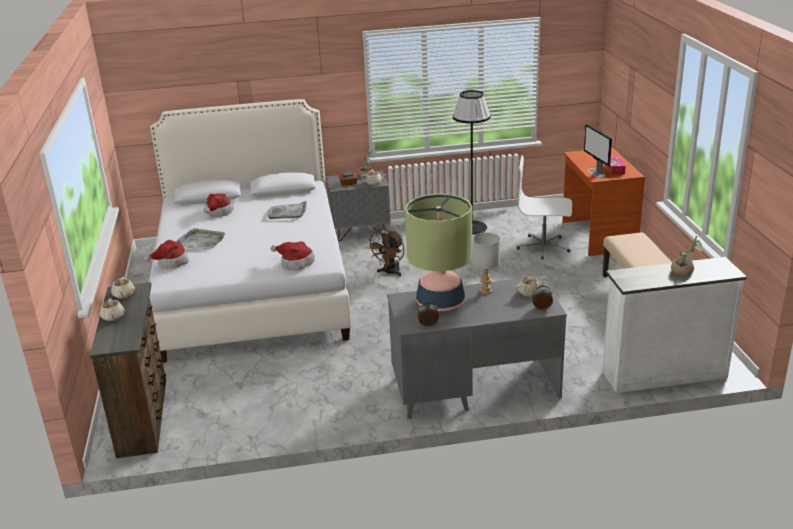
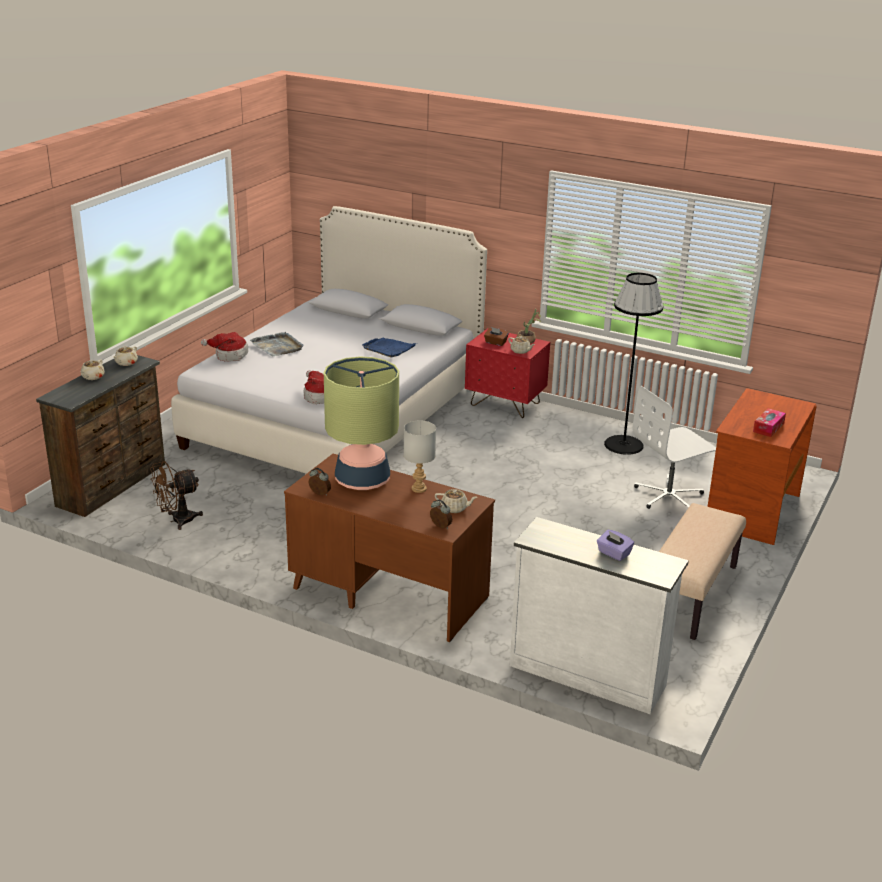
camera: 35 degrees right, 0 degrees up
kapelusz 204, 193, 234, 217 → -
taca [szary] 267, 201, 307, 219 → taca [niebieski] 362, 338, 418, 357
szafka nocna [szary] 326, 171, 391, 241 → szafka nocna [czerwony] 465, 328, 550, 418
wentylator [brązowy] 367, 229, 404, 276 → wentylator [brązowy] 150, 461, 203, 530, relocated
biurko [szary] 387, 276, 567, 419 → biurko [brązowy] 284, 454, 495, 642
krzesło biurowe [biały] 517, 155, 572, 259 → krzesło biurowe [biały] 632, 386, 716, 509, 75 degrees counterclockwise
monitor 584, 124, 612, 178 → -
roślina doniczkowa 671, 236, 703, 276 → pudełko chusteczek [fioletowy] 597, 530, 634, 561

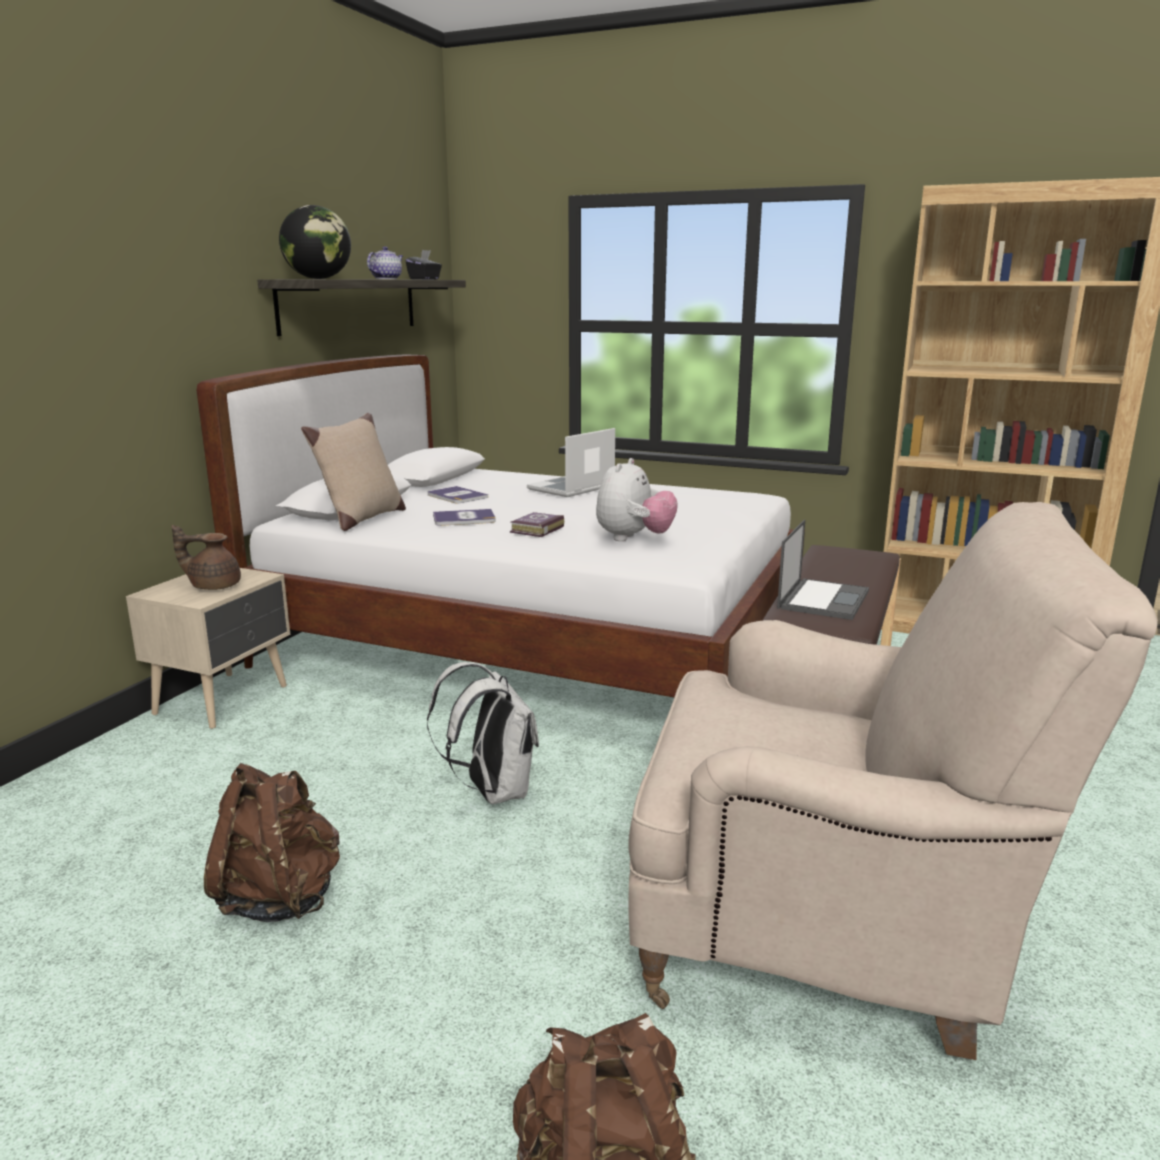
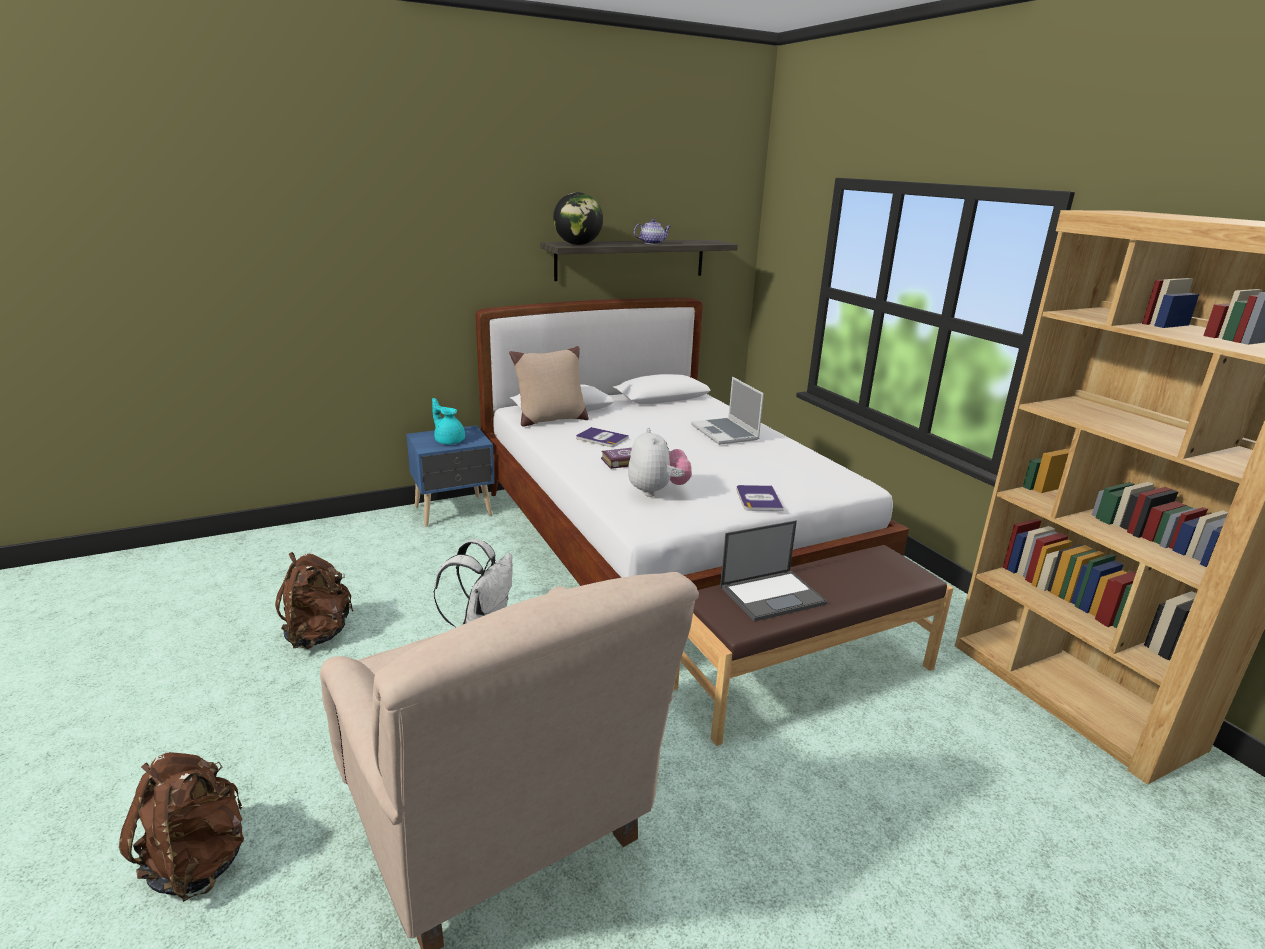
camera: 40 degrees right, 5 degrees up
szafka nocna [beżowy] 126, 568, 290, 729 → szafka nocna [niebieski] 406, 425, 495, 526
imbryk [brązowy] 171, 525, 241, 590 → imbryk [turkusowy] 432, 398, 465, 444
pudełko chusteczek [czarny] 406, 250, 442, 280 → -
książka 428, 486, 488, 504 → książka 736, 485, 784, 511, relocated
laptop 527, 428, 615, 497 → laptop 691, 377, 764, 445, 105 degrees counterclockwise
pluszak 596, 458, 678, 541 → pluszak 628, 427, 692, 497, 75 degrees counterclockwise

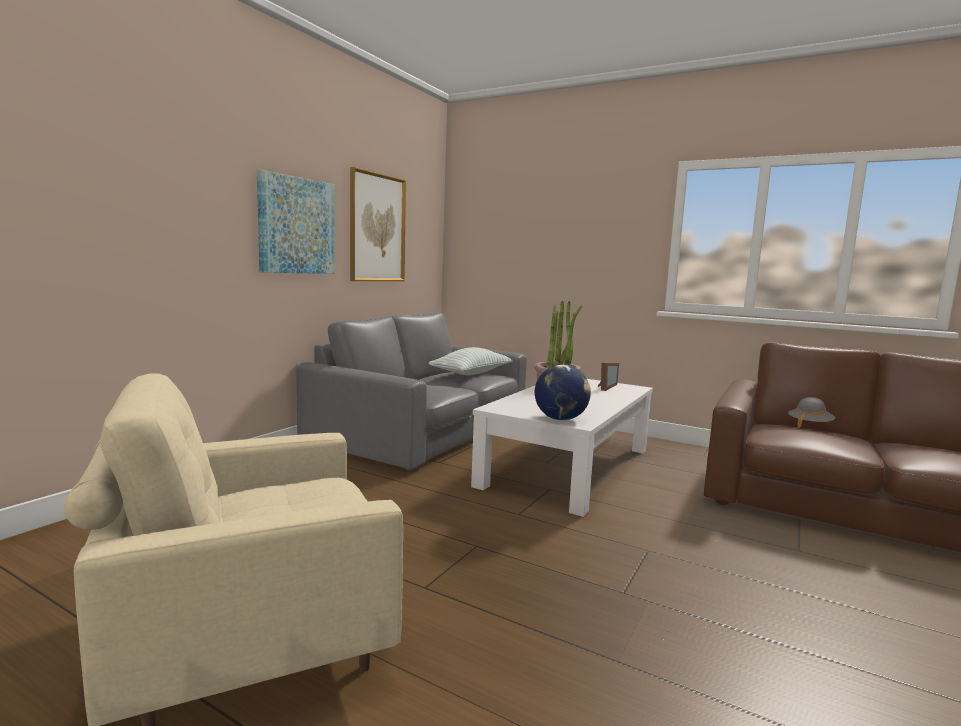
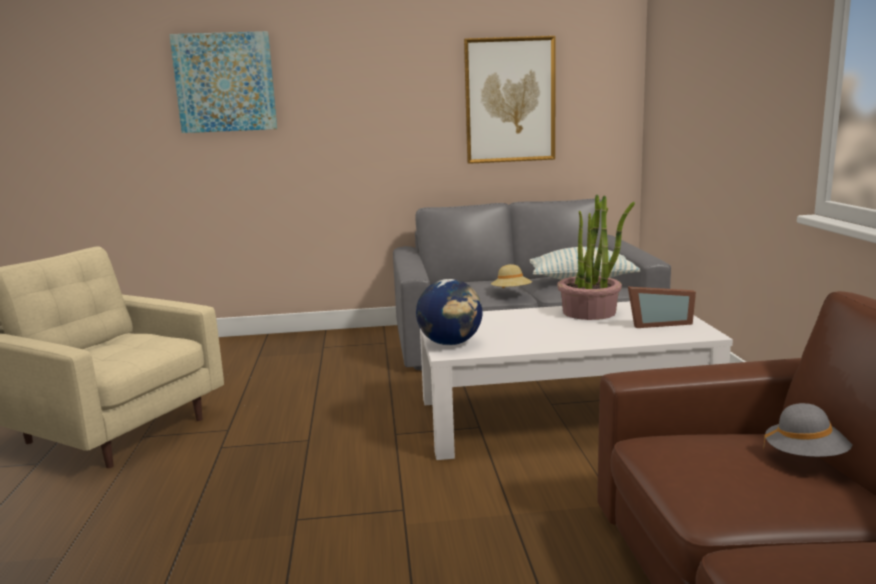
camera: 55 degrees right, 5 degrees up
obraz 257, 170, 335, 274 → obraz 169, 31, 277, 133, relocated
- → kapelusz [beżowy] 491, 264, 532, 288

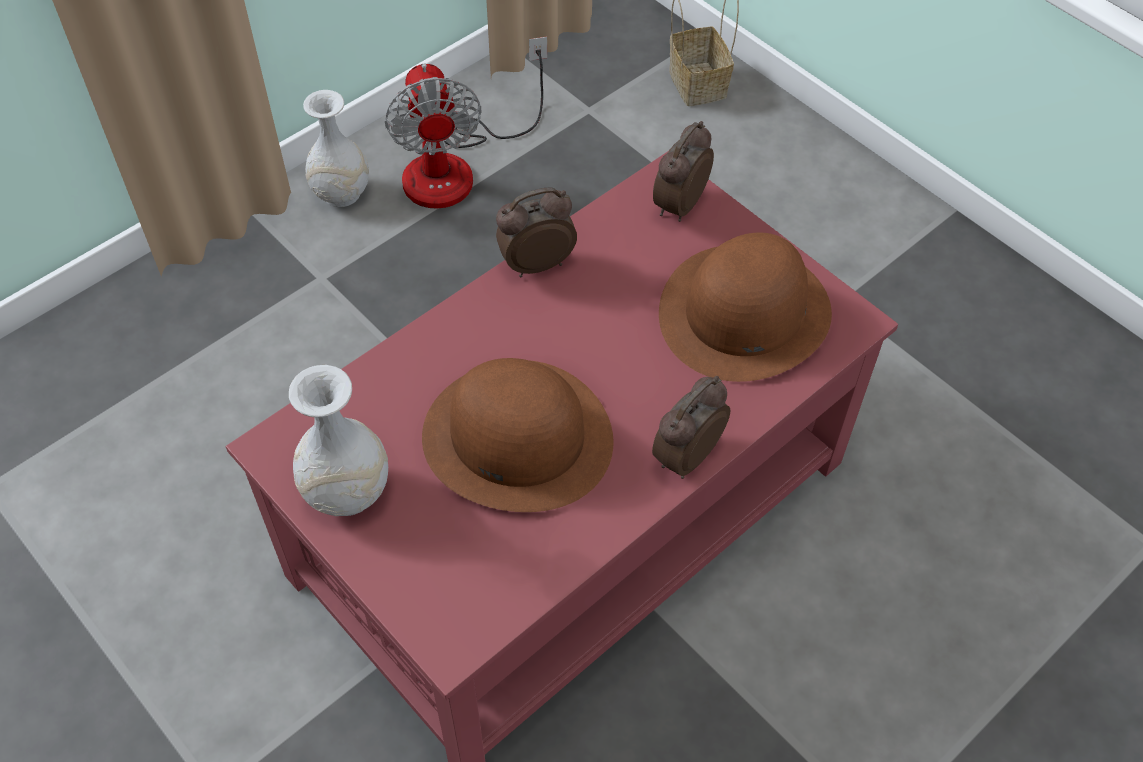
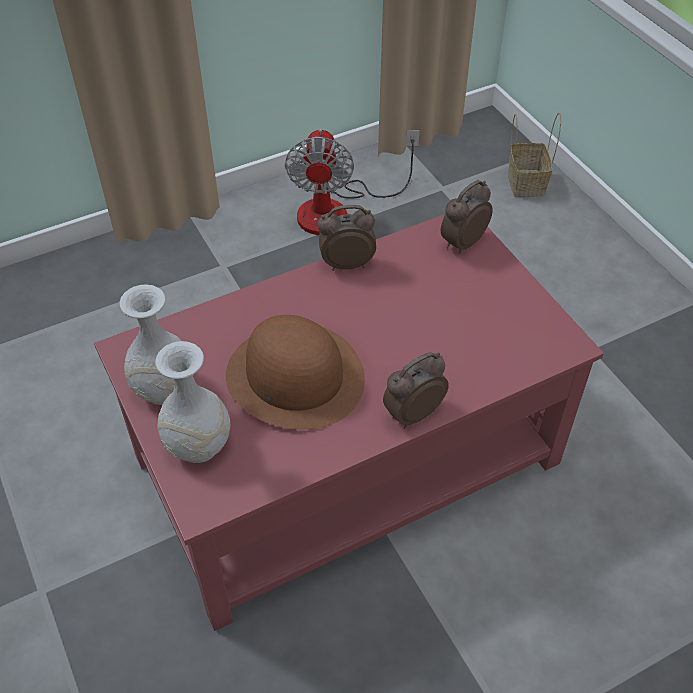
camera: 15 degrees right, 5 degrees down
wazon [biały] 303, 90, 369, 207 → wazon [biały] 155, 341, 230, 463, relocated
kapelusz [brązowy] 659, 232, 832, 382 → -

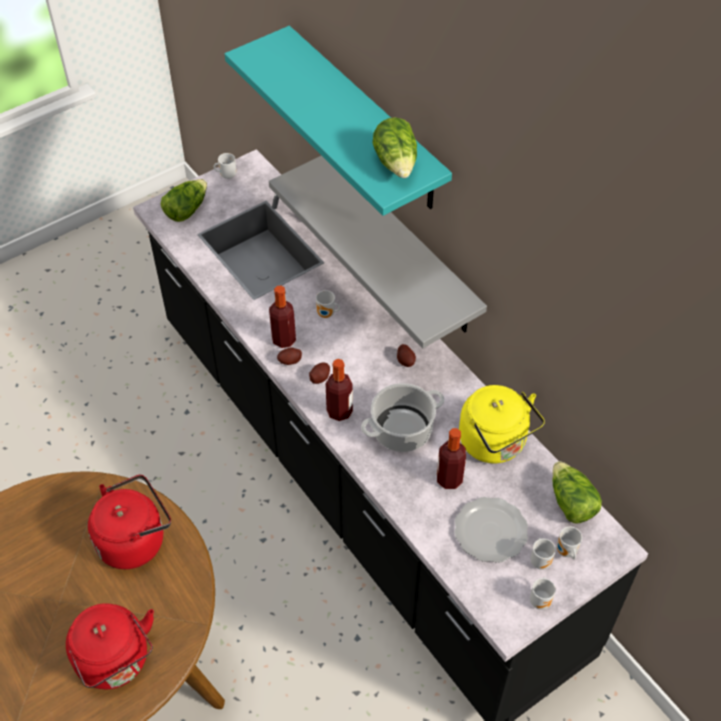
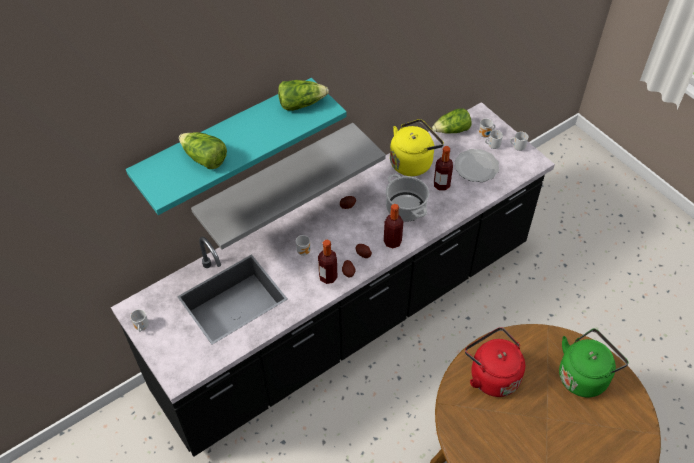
camera: 90 degrees left, 0 degrees up
czajnik [czerwony] 66, 603, 154, 689 → czajnik [zielony] 559, 328, 629, 397
sałata 161, 179, 207, 222 → sałata 179, 132, 227, 169, relocated

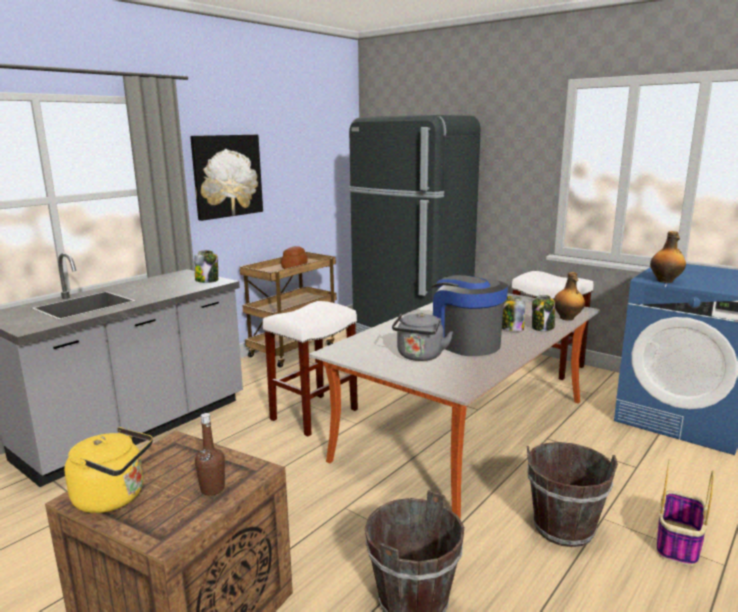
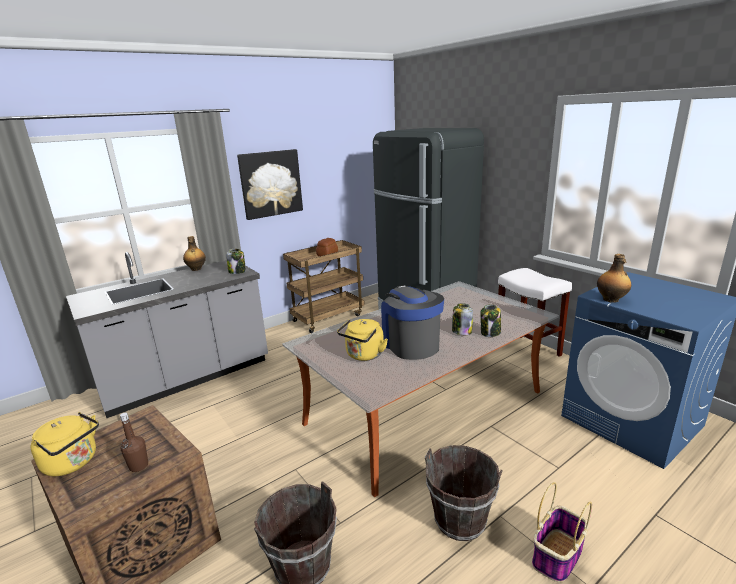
camera: 15 degrees right, 5 degrees up
stołek [biały] 263, 301, 358, 436 → -
czajnik [szary] 392, 313, 453, 361 → czajnik [żółty] 337, 319, 388, 361
butelka 554, 272, 585, 321 → butelka 183, 236, 206, 271, relocated

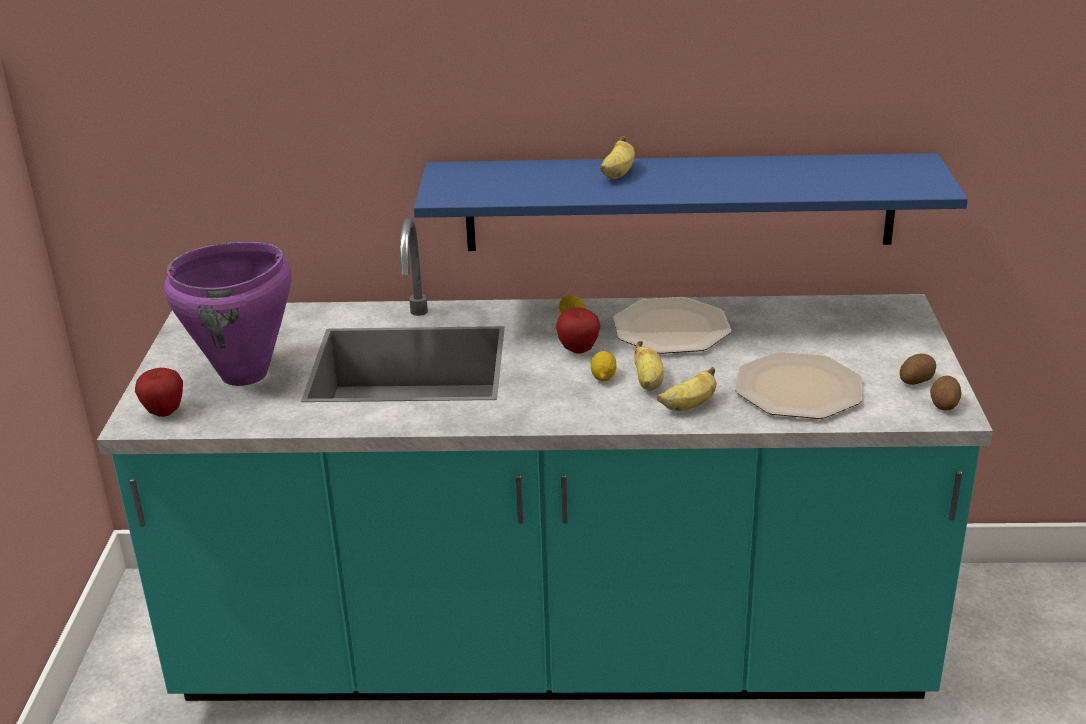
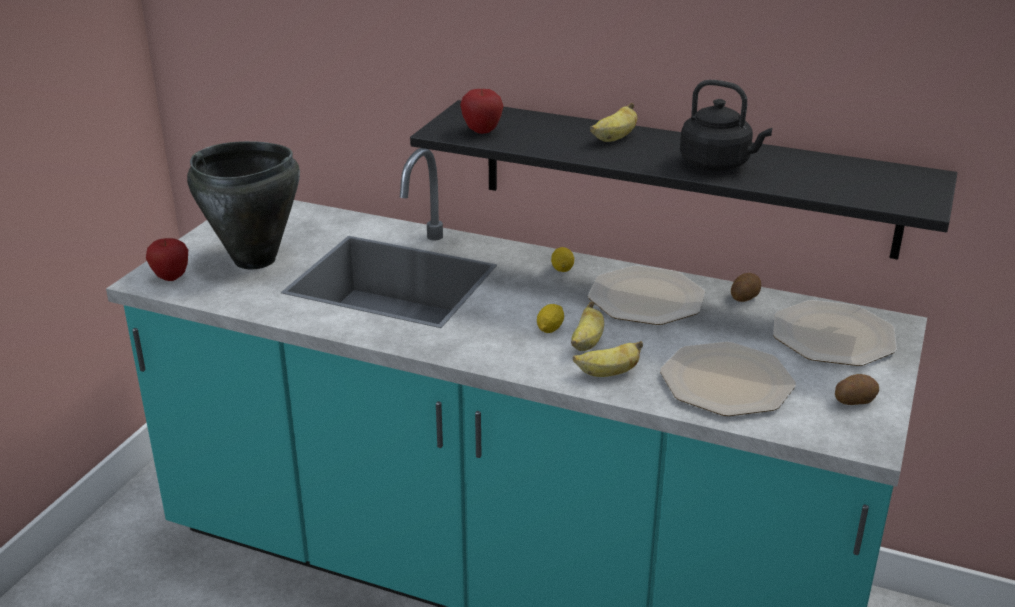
camera: 20 degrees right, 0 degrees up
garnek [fioletowy] 164, 242, 292, 386 → garnek [czarny] 187, 141, 300, 269
półka [niebieski] 414, 153, 968, 251 → półka [czarny] 410, 100, 957, 260
jabłko 556, 307, 600, 354 → jabłko 460, 89, 503, 134, relocated
ziemniak 930, 376, 962, 410 → ziemniak 731, 273, 761, 302, relocated
- → czajnik [czarny] 680, 80, 772, 171
- → talerz 773, 300, 897, 366

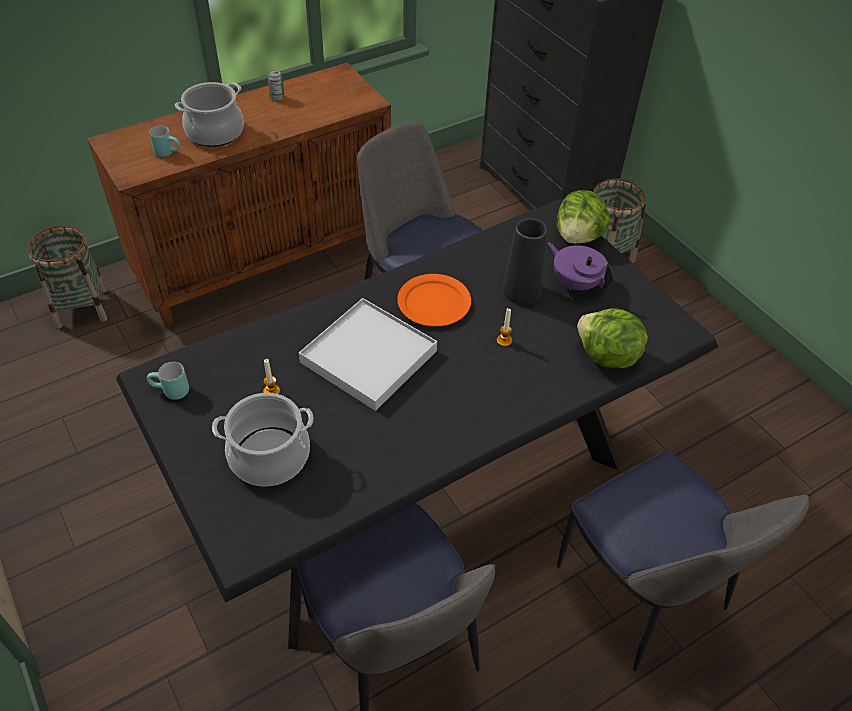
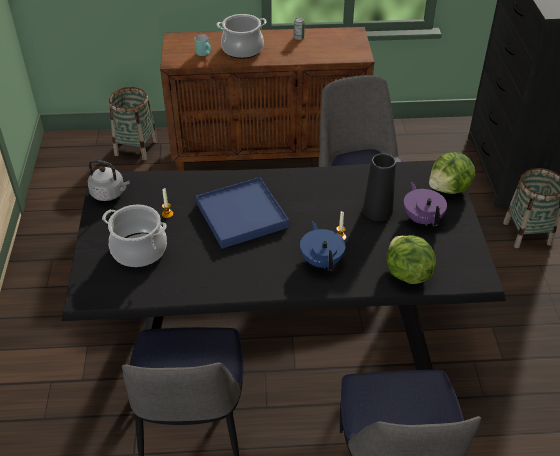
camera: 30 degrees right, 5 degrees down
kubek [turkusowy] 147, 362, 189, 400 → czajnik [szary] 88, 160, 130, 201
taca [biały] 299, 298, 437, 411 → taca [niebieski] 196, 177, 289, 249
talerz [pomarańczowy] 397, 274, 471, 327 → -
- → imbryk [niebieski] 300, 221, 345, 271

